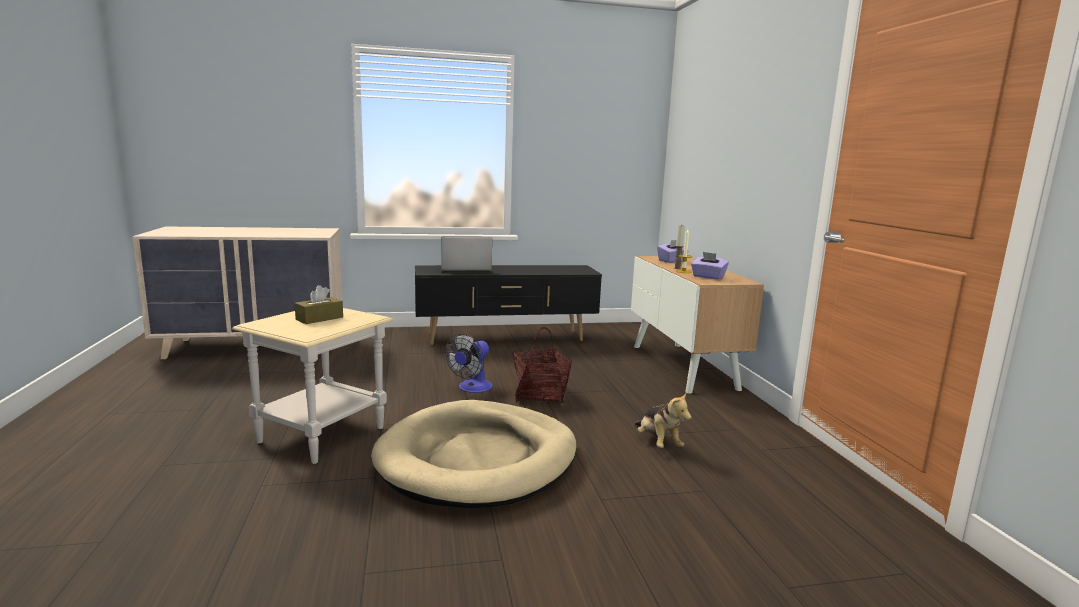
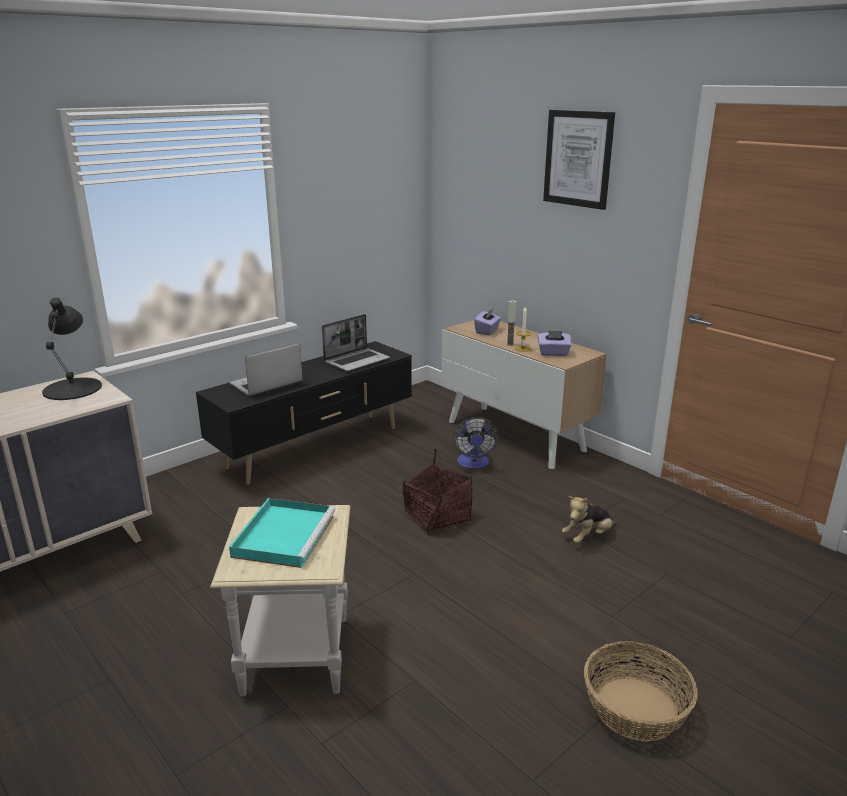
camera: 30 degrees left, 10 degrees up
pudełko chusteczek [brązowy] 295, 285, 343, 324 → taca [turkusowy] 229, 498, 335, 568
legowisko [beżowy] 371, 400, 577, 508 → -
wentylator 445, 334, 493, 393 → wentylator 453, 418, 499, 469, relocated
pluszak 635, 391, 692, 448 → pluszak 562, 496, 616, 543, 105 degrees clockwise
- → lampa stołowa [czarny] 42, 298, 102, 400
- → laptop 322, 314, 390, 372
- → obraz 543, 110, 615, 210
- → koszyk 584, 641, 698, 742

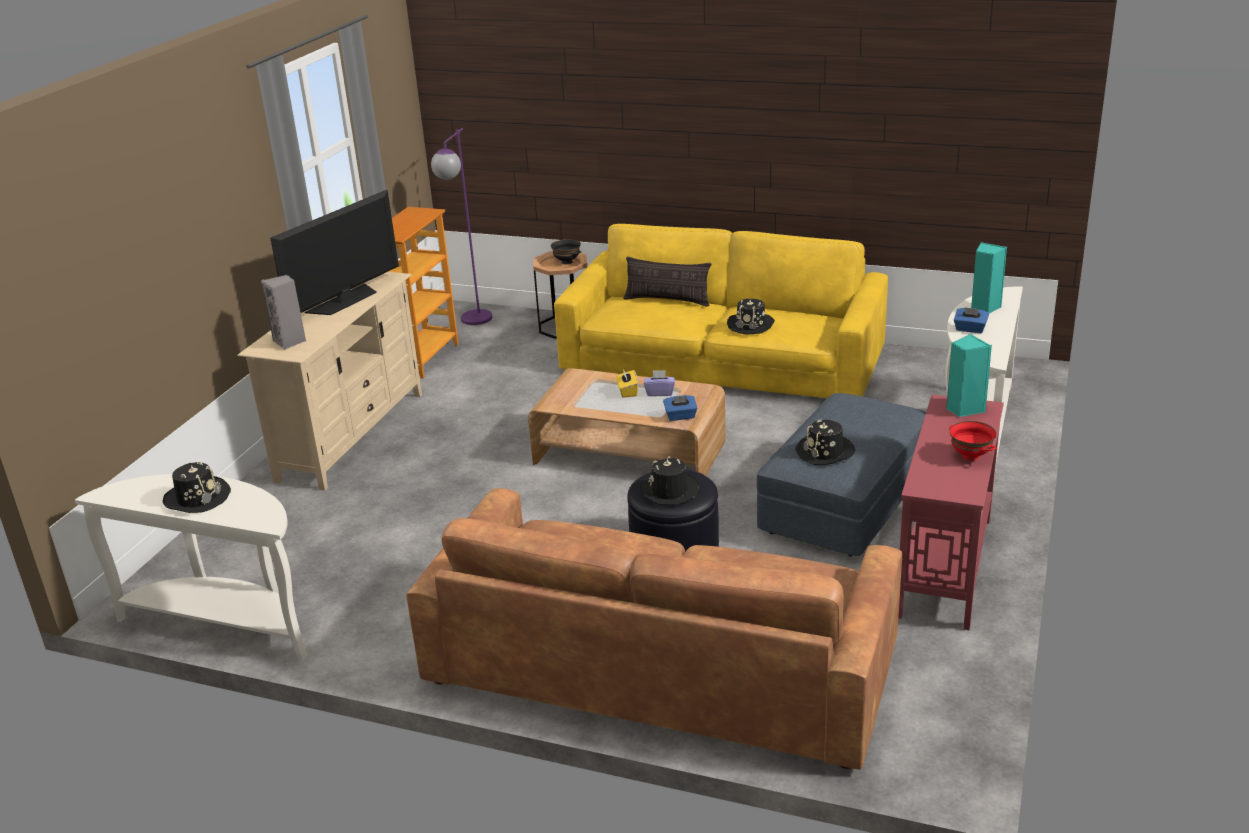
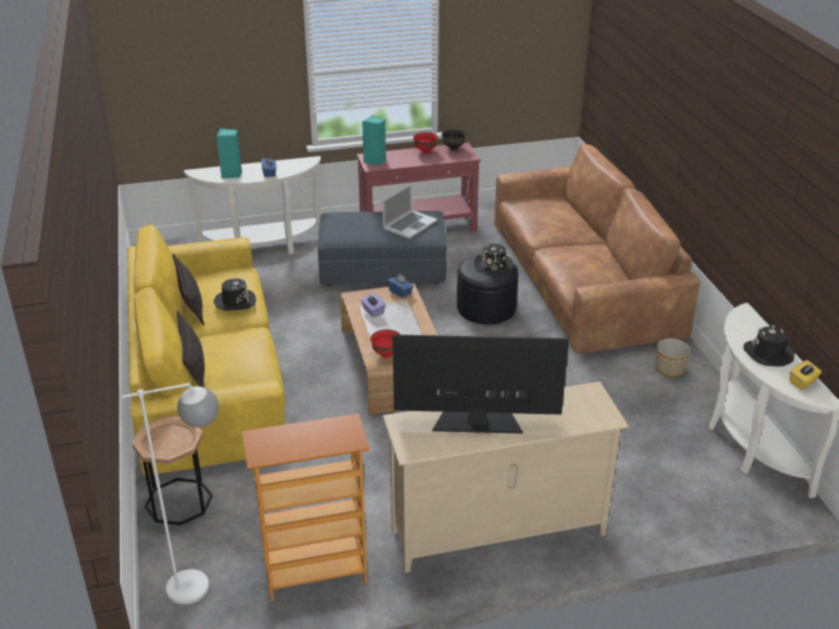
camera: 125 degrees left, 5 degrees up
głośnik [szary] 261, 275, 306, 350 → -
lampa stojąca [fioletowy] 431, 128, 492, 325 → lampa stojąca [biały] 122, 383, 219, 605
miska [czarny] 551, 239, 581, 264 → miska [czarny] 442, 129, 466, 151, relocated
pudełko chusteczek [żółty] 616, 369, 638, 398 → pudełko chusteczek [żółty] 790, 360, 822, 390, relocated
kapelusz [czarny] 795, 420, 855, 465 → laptop 382, 184, 437, 239
- → poduszka 173, 253, 204, 325
- → miska [czerwony] 370, 330, 400, 358
- → donica 655, 338, 690, 378

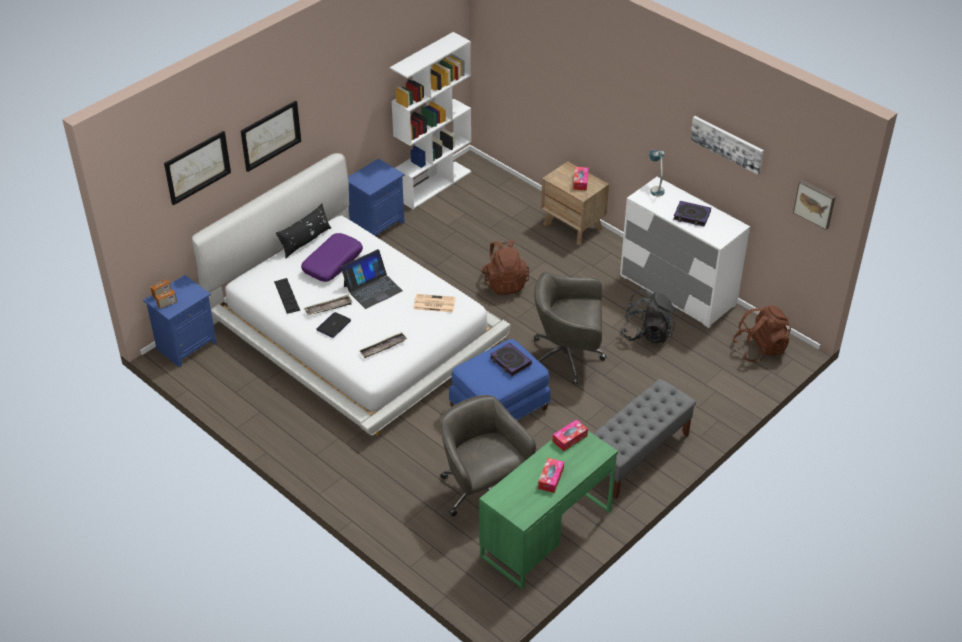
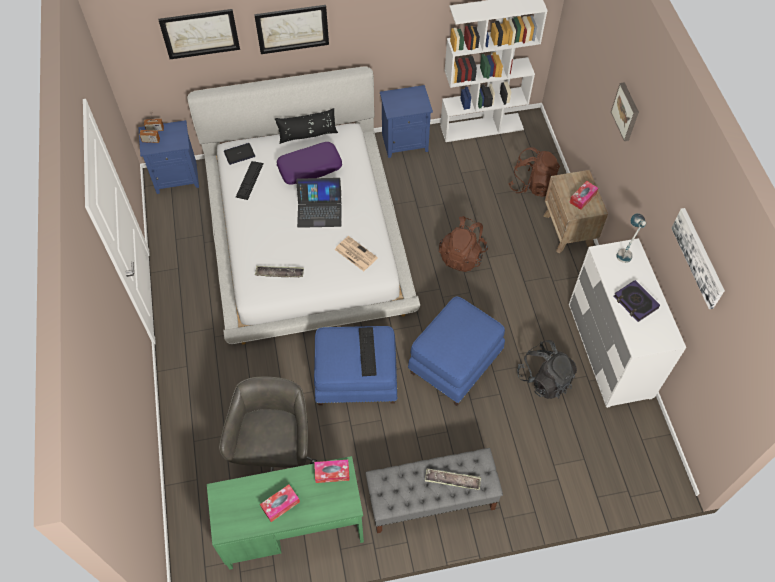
camera: 35 degrees right, 15 degrees up
taca 304, 294, 353, 316 → taca 425, 469, 481, 490, relocated
laptop 316, 312, 351, 338 → laptop 224, 143, 255, 165, relocated
książka 490, 342, 532, 376 → klawiatura 359, 327, 377, 376
krzesło biurowe [szary] 534, 272, 606, 385 → pufa [niebieski] 408, 296, 505, 406
plecak [brązowy] 732, 305, 791, 362 → plecak [brązowy] 508, 147, 560, 197, relocated
obraz 793, 180, 835, 230 → obraz 611, 82, 639, 141, relocated

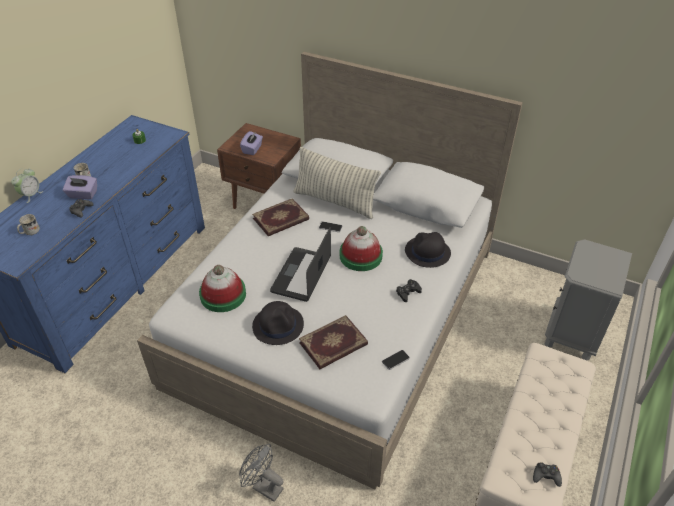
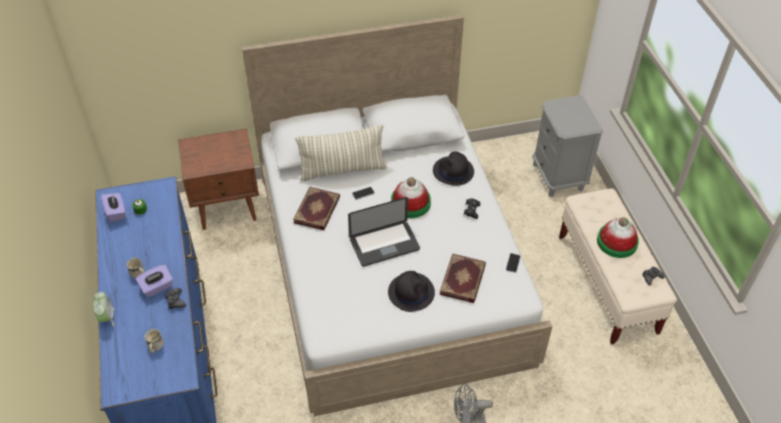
camera: 40 degrees left, 5 degrees up
kapelusz 199, 265, 246, 312 → kapelusz 597, 217, 639, 258, relocated
pudełko chusteczek [fioletowy] 240, 131, 263, 155 → pudełko chusteczek [fioletowy] 101, 193, 125, 223, relocated
laptop 270, 227, 331, 302 → laptop 348, 197, 420, 267, 90 degrees counterclockwise

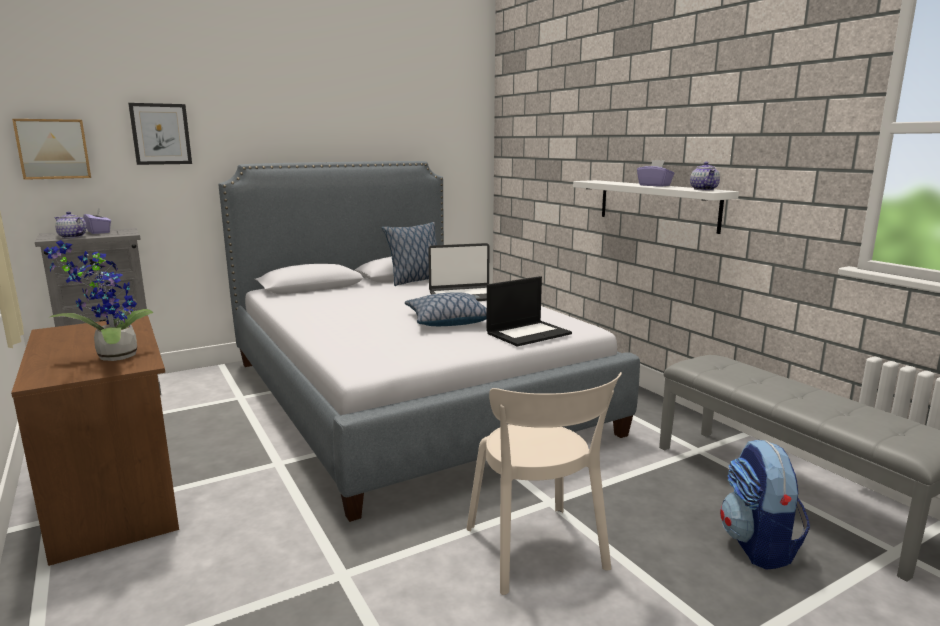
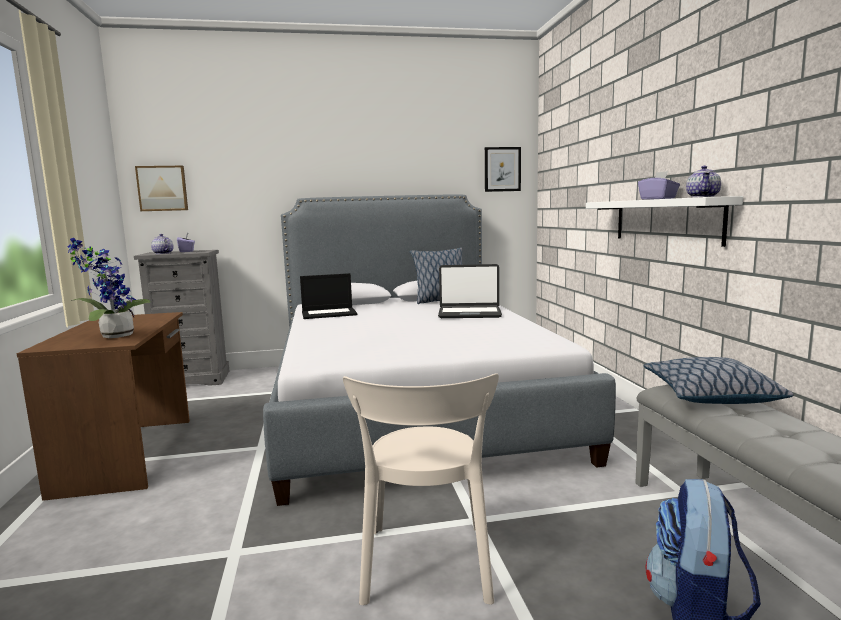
camera: 20 degrees right, 5 degrees down
obraz 128, 103, 192, 165 → obraz 485, 147, 521, 192, relocated
poduszka 405, 292, 487, 326 → poduszka 643, 357, 794, 404, relocated
laptop 486, 276, 572, 347 → laptop 300, 273, 357, 319, relocated

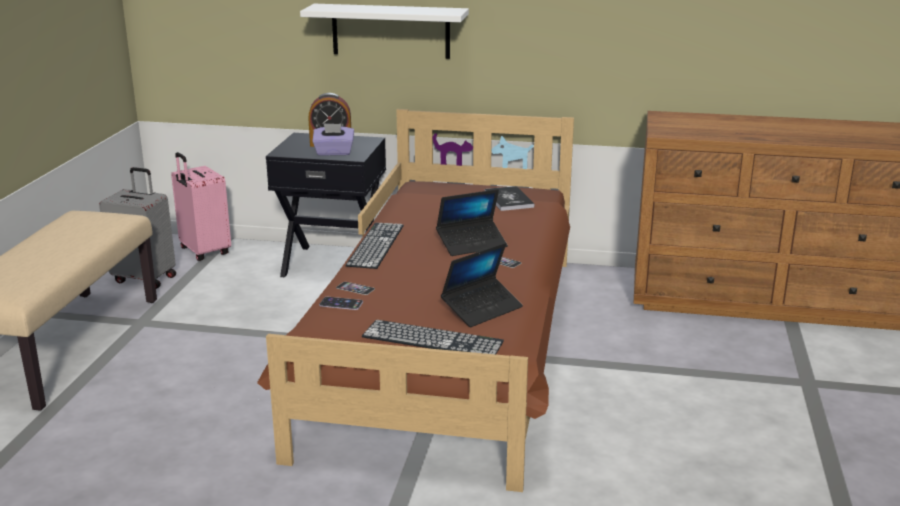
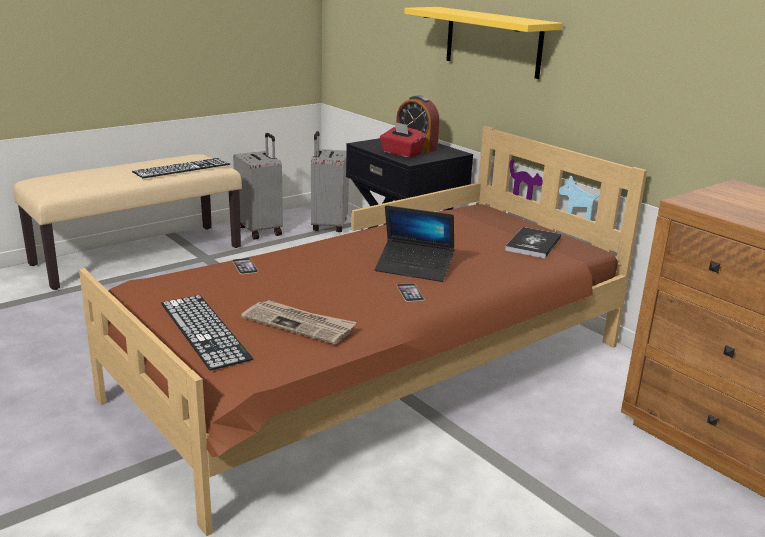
camera: 40 degrees right, 0 degrees up
walizka [różowy] 171, 152, 231, 261 → walizka [szary] 311, 131, 349, 232
półka [biały] 300, 4, 469, 59 → półka [żółty] 404, 7, 562, 79
pudełko chusteczek [fioletowy] 312, 123, 354, 156 → pudełko chusteczek [czerwony] 380, 122, 426, 158
telefon 319, 297, 363, 310 → -
klawiatura 345, 223, 404, 269 → klawiatura 132, 158, 230, 178, relocated
laptop 441, 243, 523, 327 → gazeta 241, 300, 357, 345

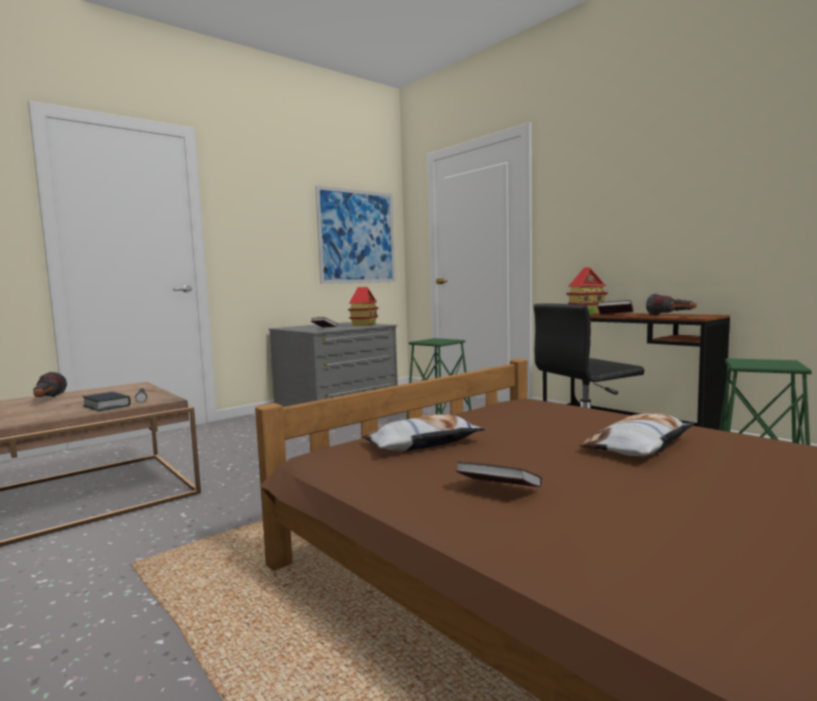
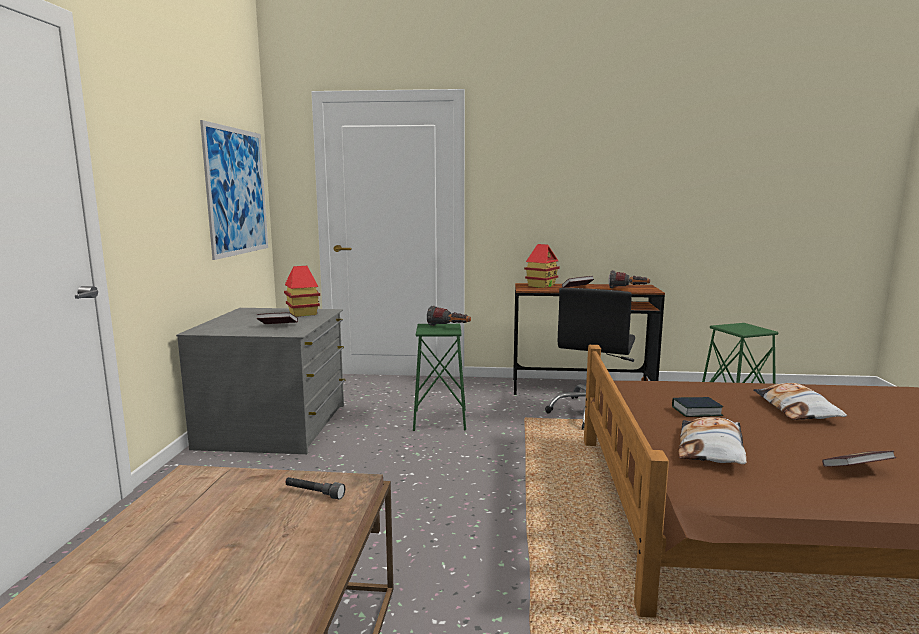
camera: 45 degrees left, 5 degrees up
latarka 33, 372, 67, 397 → latarka 427, 306, 471, 326, relocated
książka 82, 392, 131, 411 → książka 672, 397, 723, 417, relocated

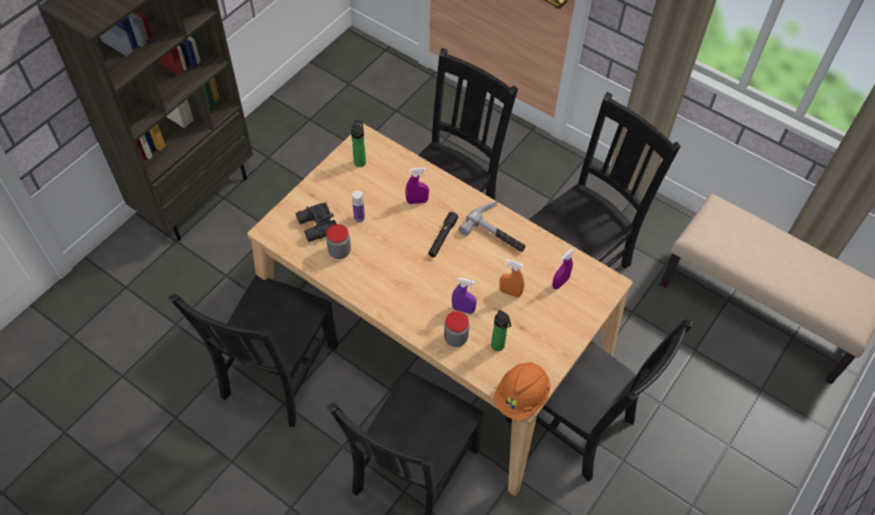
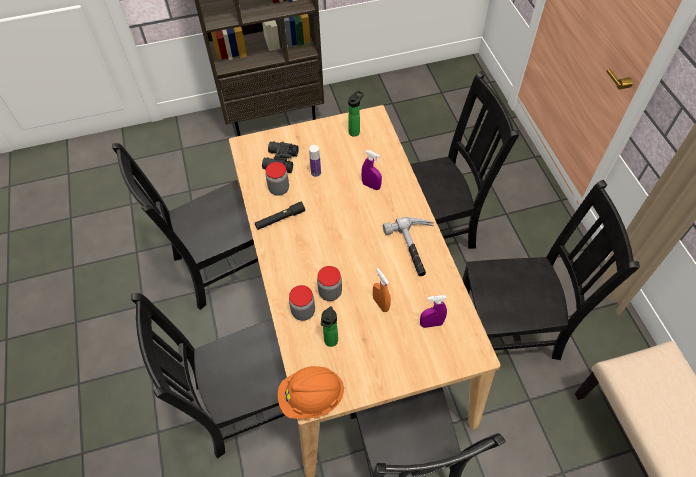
camera: 40 degrees right, 0 degrees up
latarka [czarny] 428, 212, 458, 257 → latarka [czarny] 255, 202, 305, 230, relocated
spryskiwacz [fioletowy] 452, 278, 477, 314 → słoik 317, 266, 342, 301

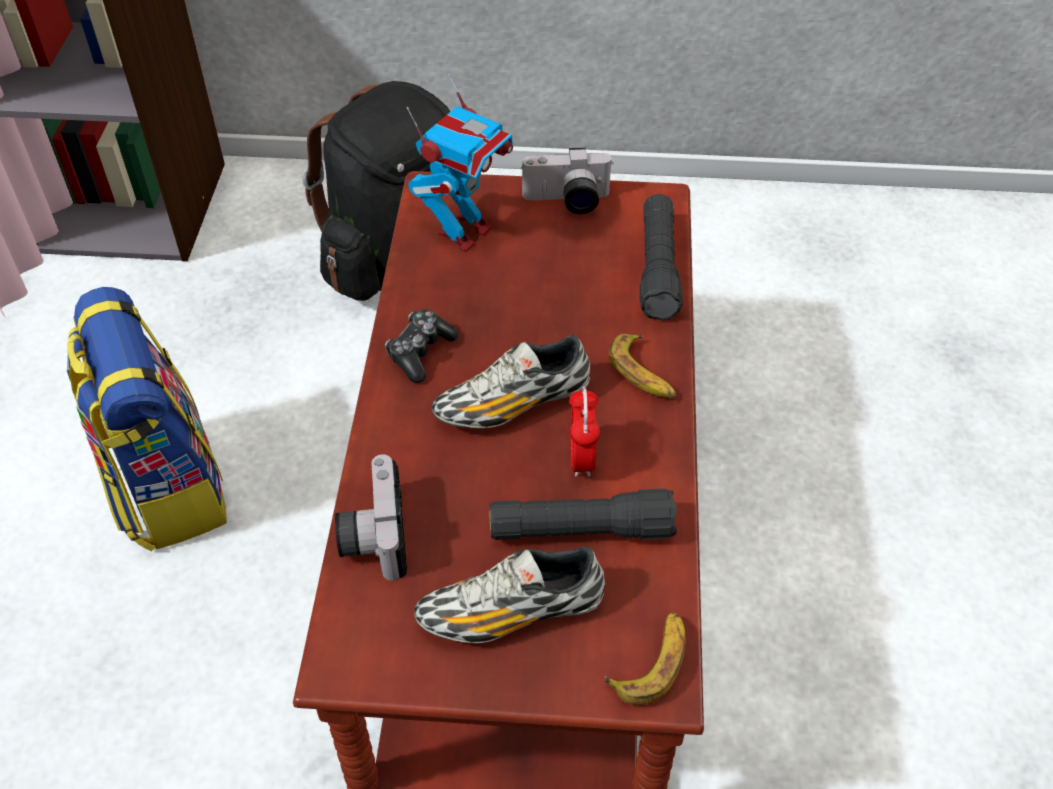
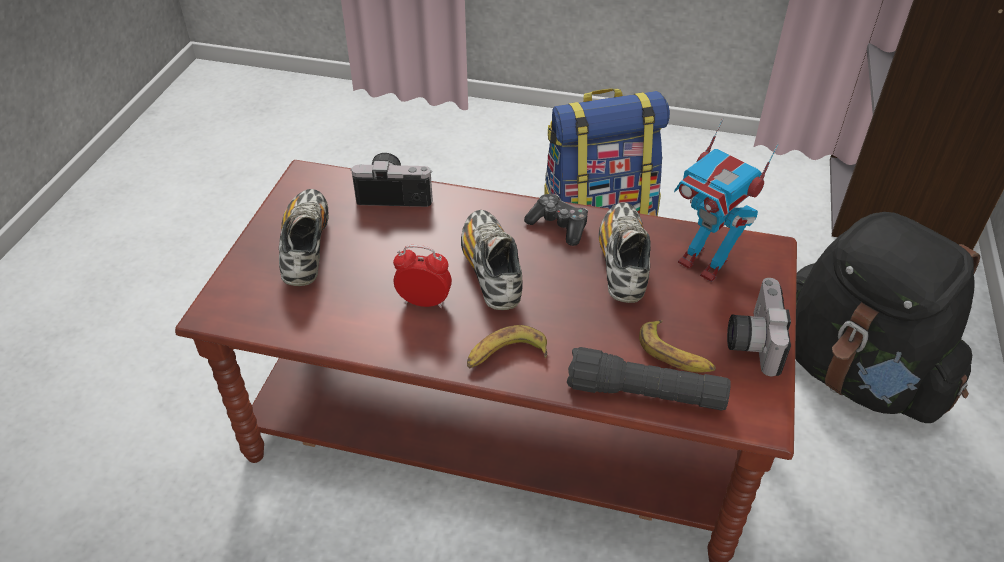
camera: 100 degrees right, 5 degrees down
latarka [czarny] 489, 488, 677, 540 → -
banan 605, 612, 685, 705 → banan 639, 320, 716, 373, relocated
- → but 599, 203, 651, 303

